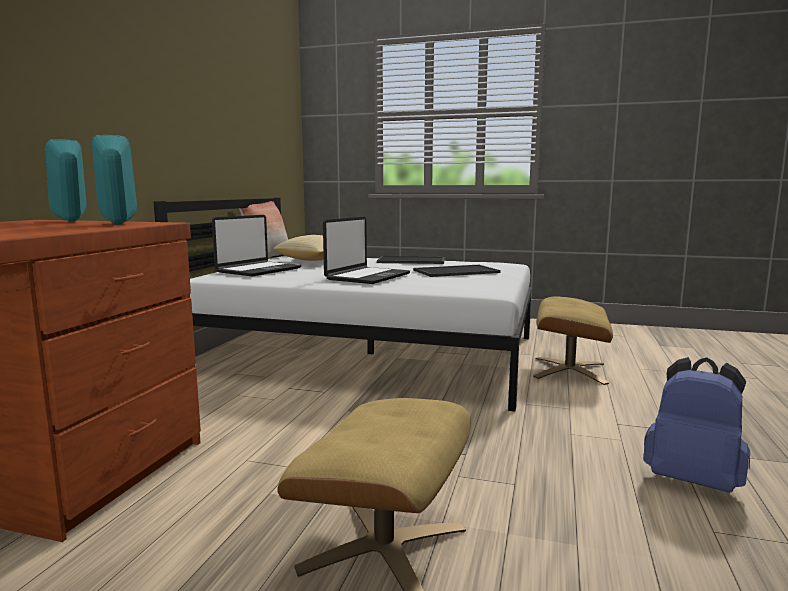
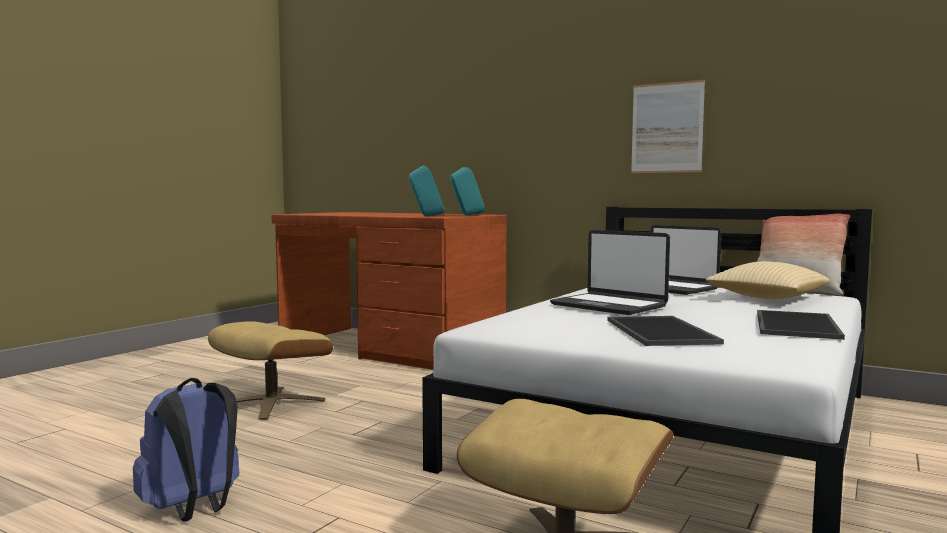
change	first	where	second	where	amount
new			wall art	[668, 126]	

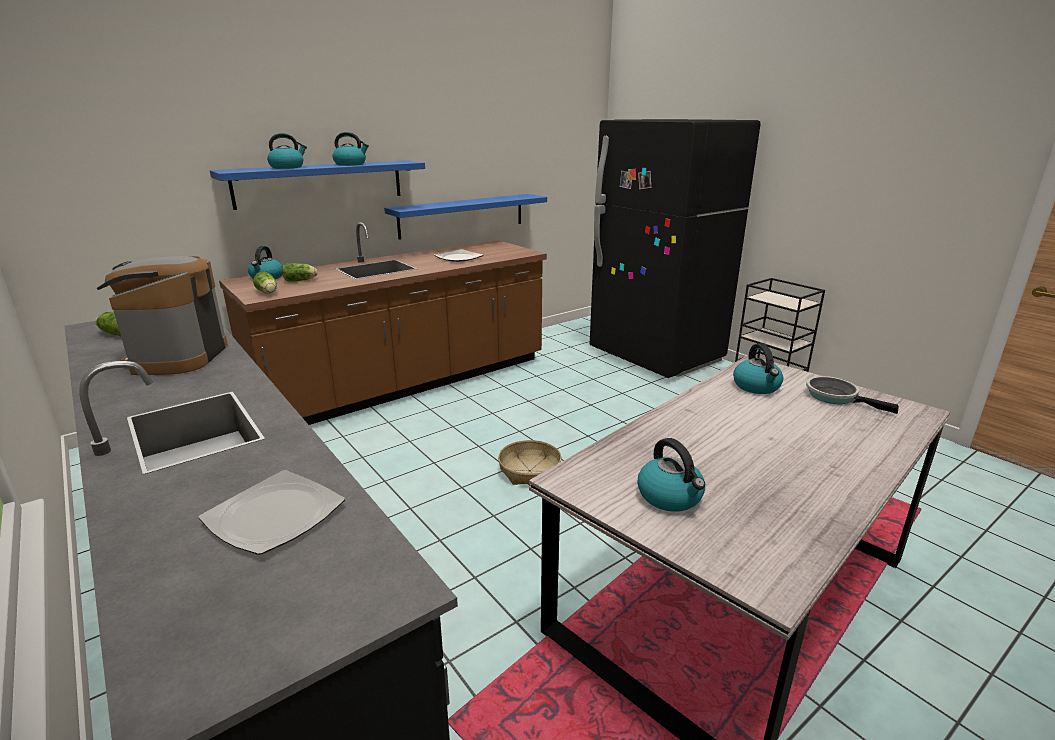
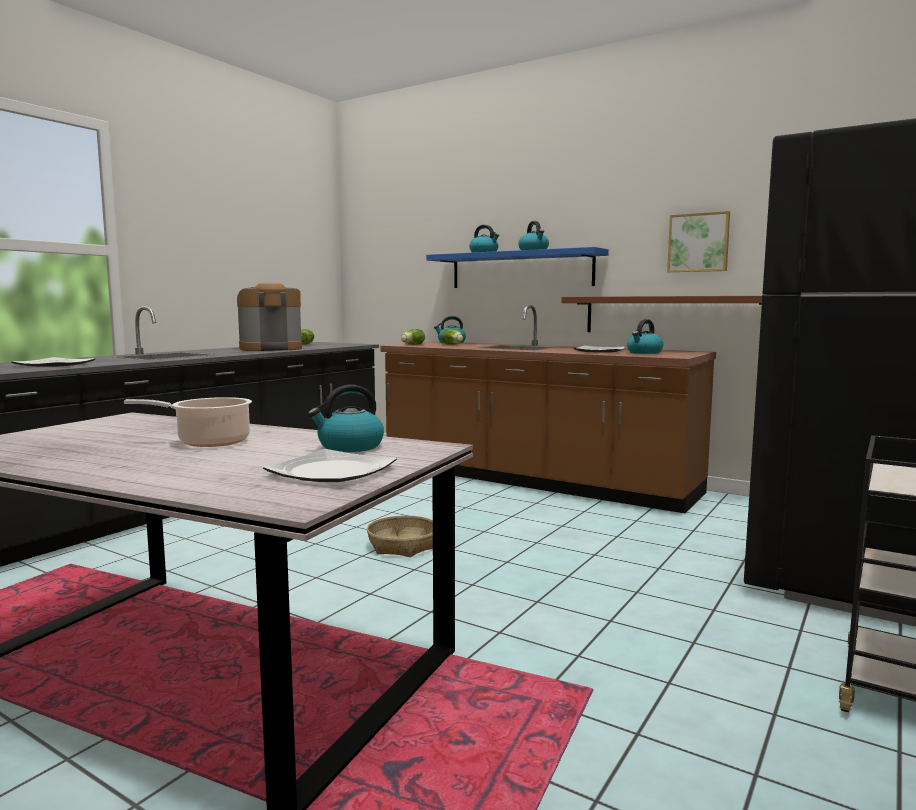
change	first	where	second	where	amount
new			stockpot	[188, 422]	
new			wall art	[698, 241]	
shifted	water kettle	[671, 475]		[645, 336]	
swapped	pan	[852, 395]	plate	[330, 465]	
repainted	blue shelf	[465, 217]	brown shelf	[661, 314]	

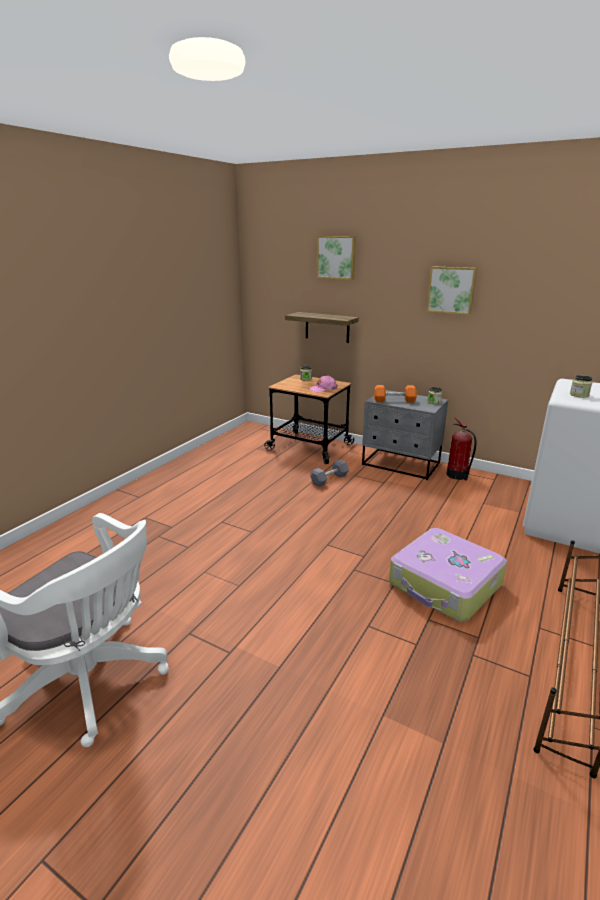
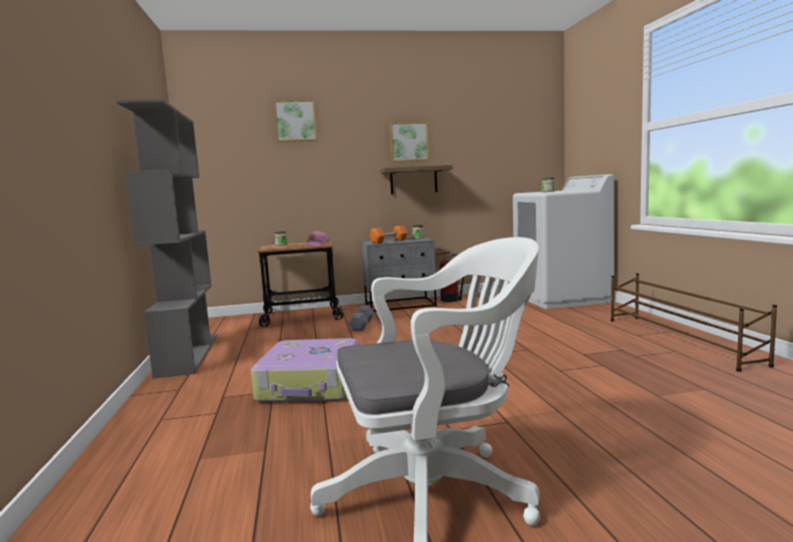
change	first	where	second	where	amount
new			greyish bookshelf	[166, 239]	
shifted	shelf	[322, 327]		[416, 180]	
shifted	travel case	[448, 575]		[305, 370]	

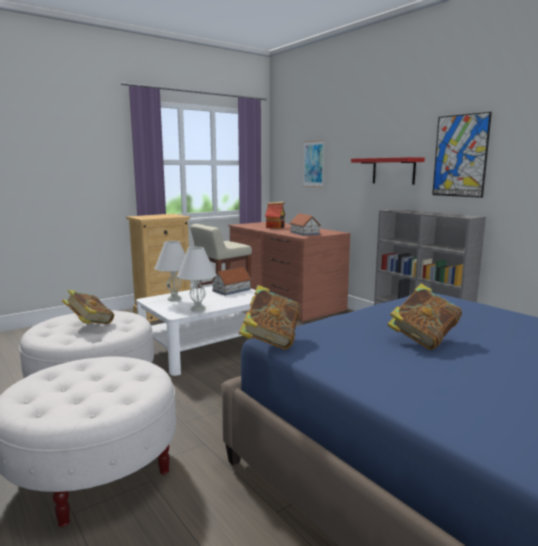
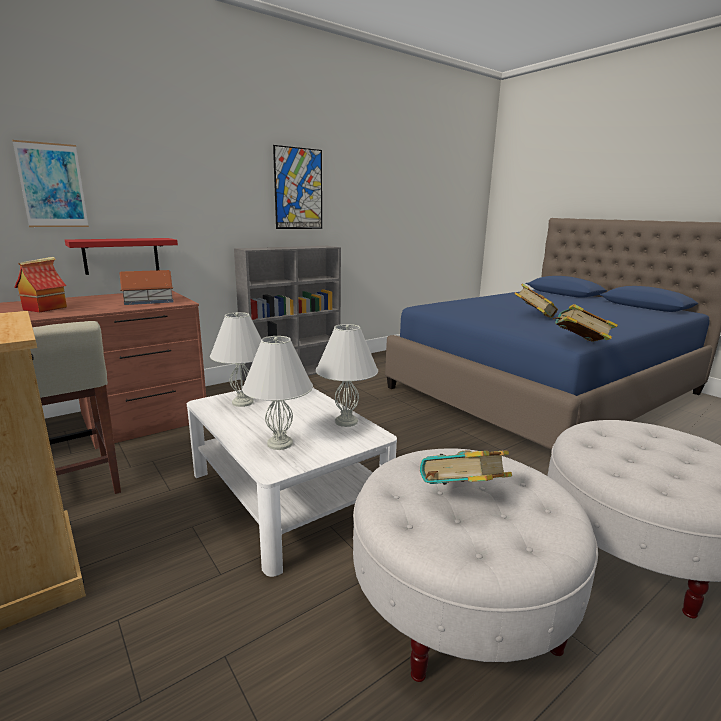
change	first	where	second	where	amount
shifted	reddish shelf	[388, 171]		[121, 256]	
swapped	model house	[231, 281]	white table lamp	[235, 359]	

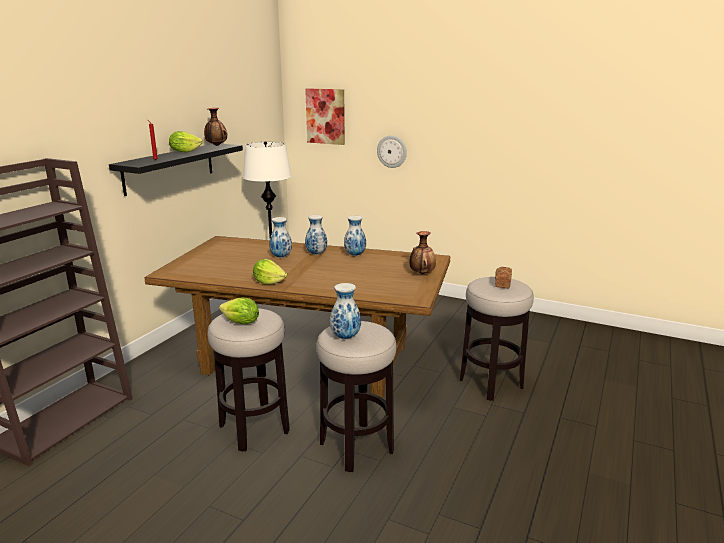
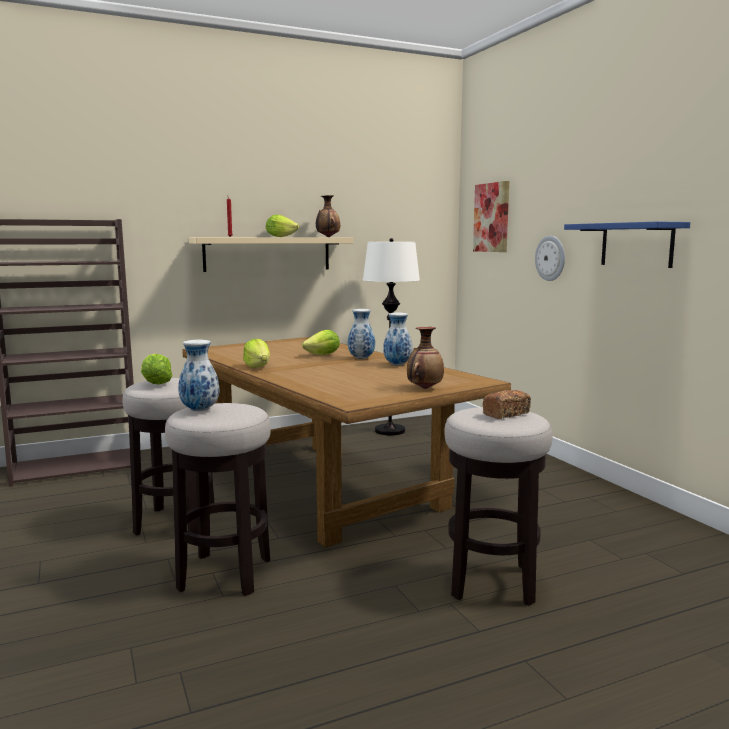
change	first	where	second	where	amount
new			blue shelf	[627, 245]	
swapped	vase	[280, 237]	lettuce	[321, 342]	
repainted	blackish shelf	[176, 170]	sand-coloured shelf	[271, 254]	

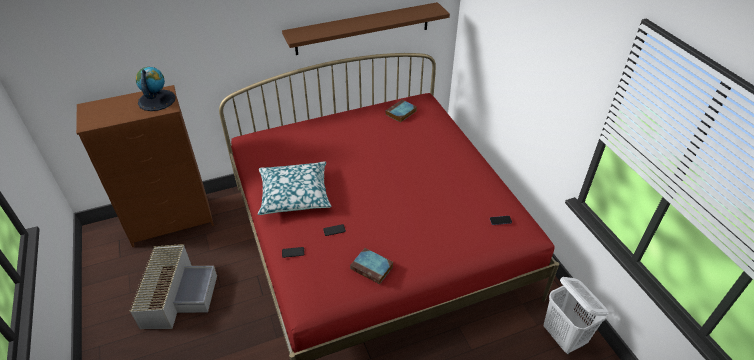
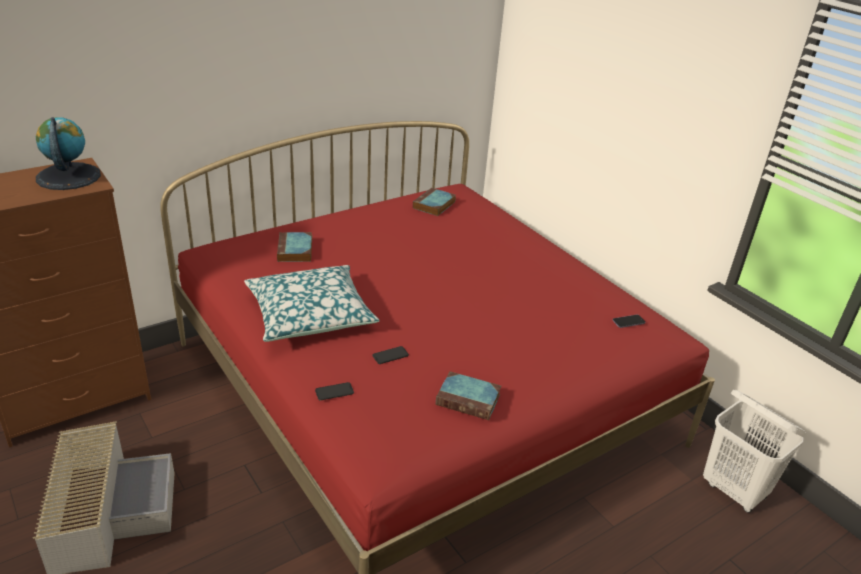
change	first	where	second	where	amount
gone	brown shelf	[366, 28]			
new			book	[294, 247]	

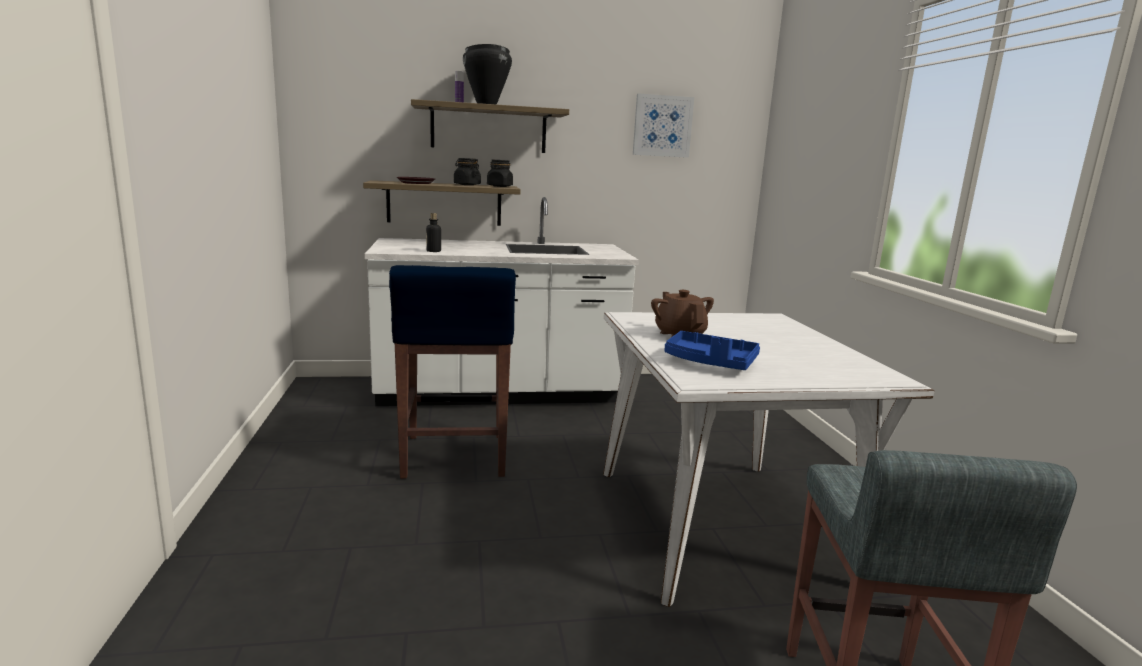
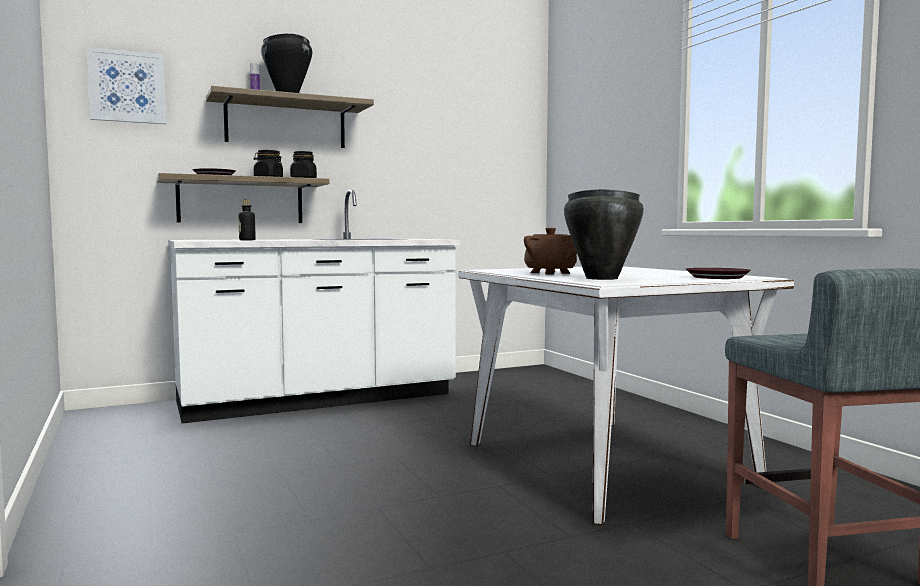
change	first	where	second	where	amount
gone	blue stool	[452, 372]			
new			brown plate	[718, 273]	
shifted	wall art	[663, 126]		[126, 85]	
swapped	blue serving tray	[712, 350]	blackish stockpot	[604, 234]	

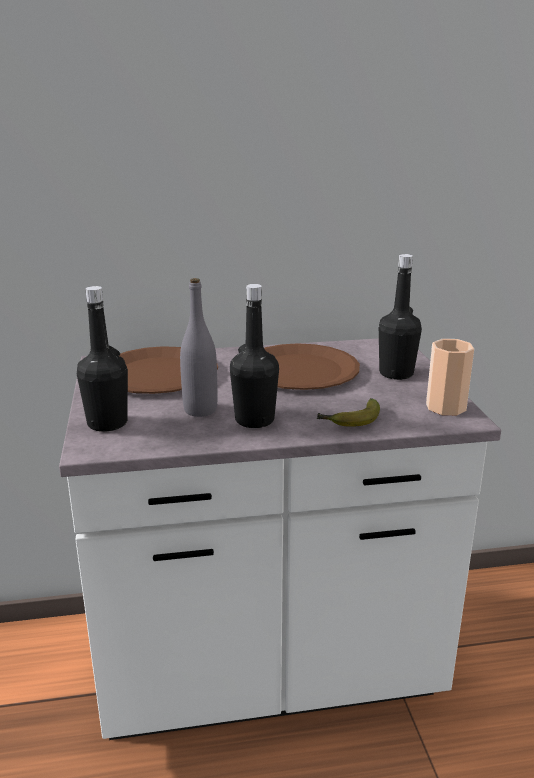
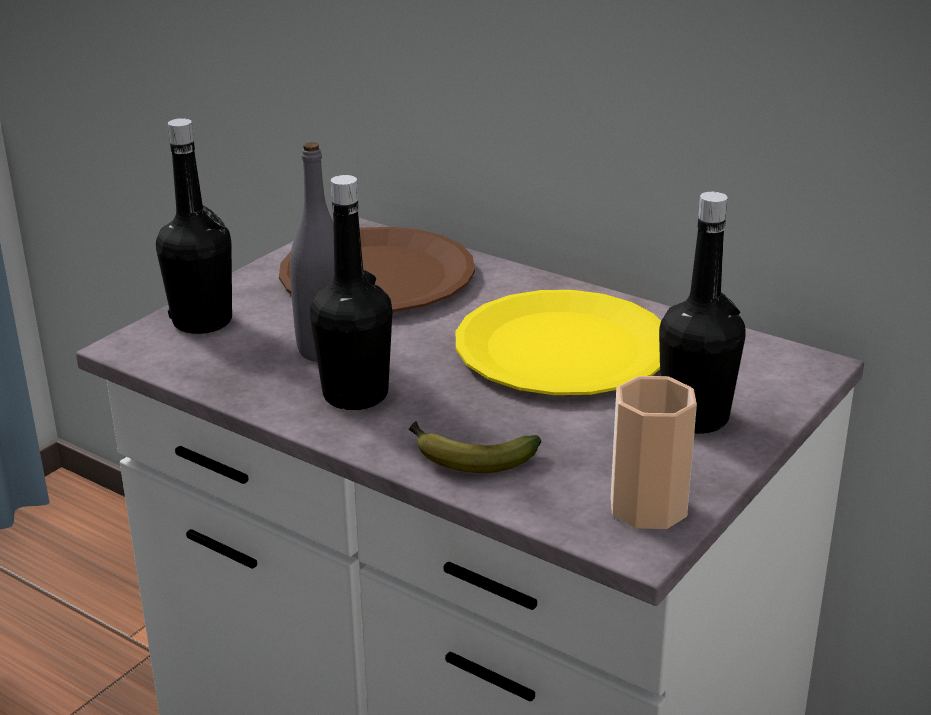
change	first	where	second	where	amount
repainted	brown plate	[312, 366]	yellow plate	[558, 342]	

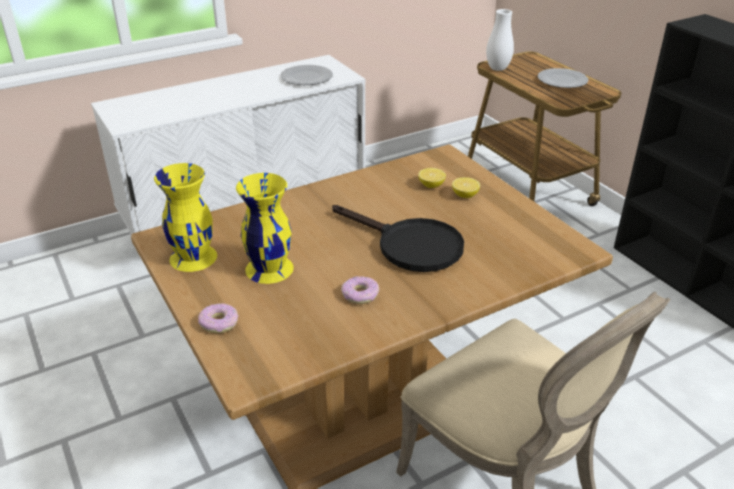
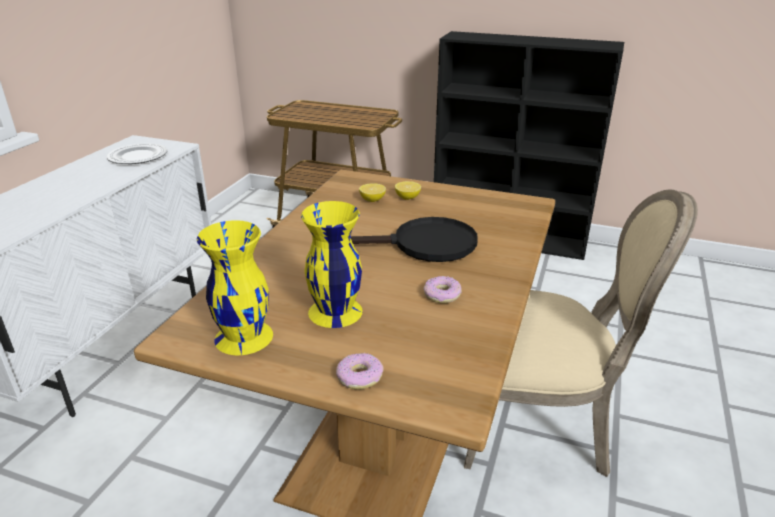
change	first	where	second	where	amount
gone	white vase	[500, 40]			
gone	plate	[563, 78]			

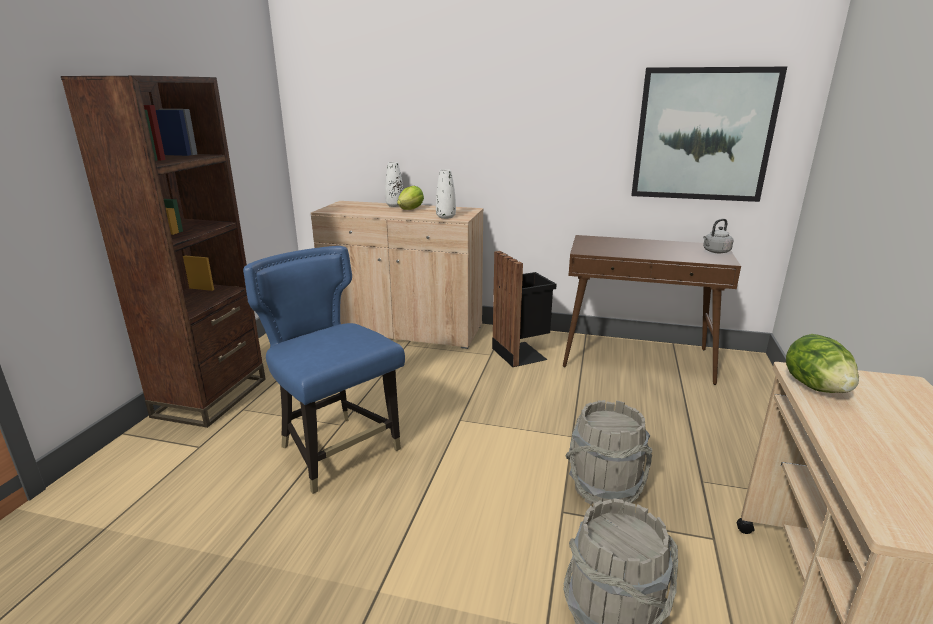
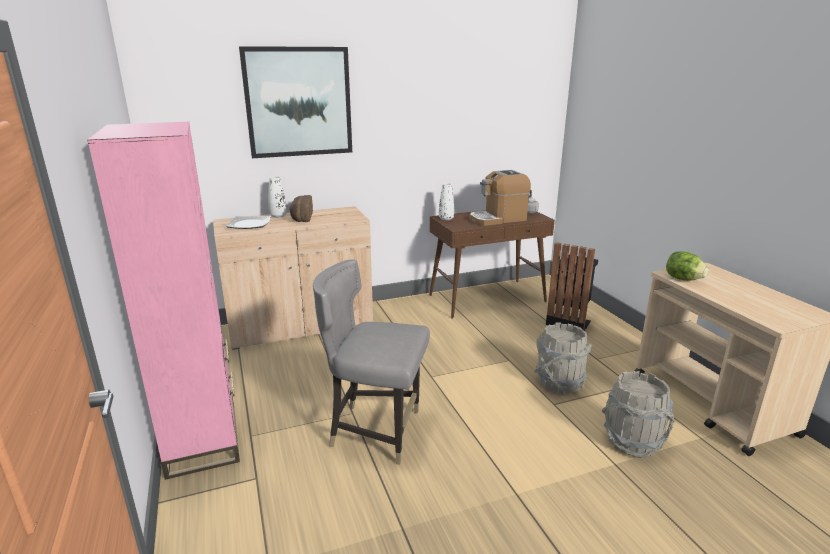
change	first	where	second	where	amount
new			plate	[248, 222]	
new			coffee maker	[500, 198]	
shifted	white vase	[446, 194]		[446, 201]	
shifted	blackish waste bin	[524, 309]		[572, 286]	
shifted	wall art	[709, 134]		[295, 102]	
swapped	lettuce	[410, 198]	bread	[301, 208]	
repainted	brown bookshelf	[163, 251]	pink-coloured bookshelf	[163, 301]	
repainted	blue plain chair	[324, 370]	greyish plain chair	[371, 362]	

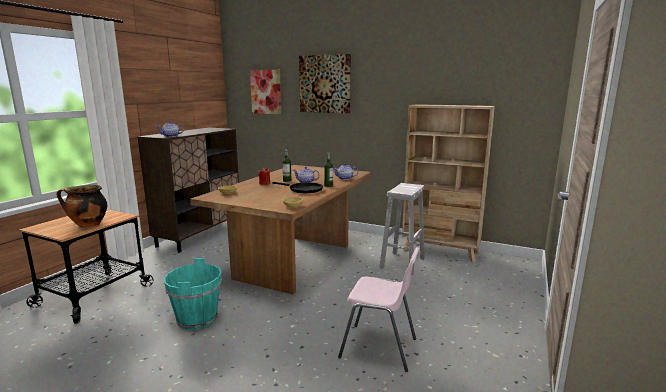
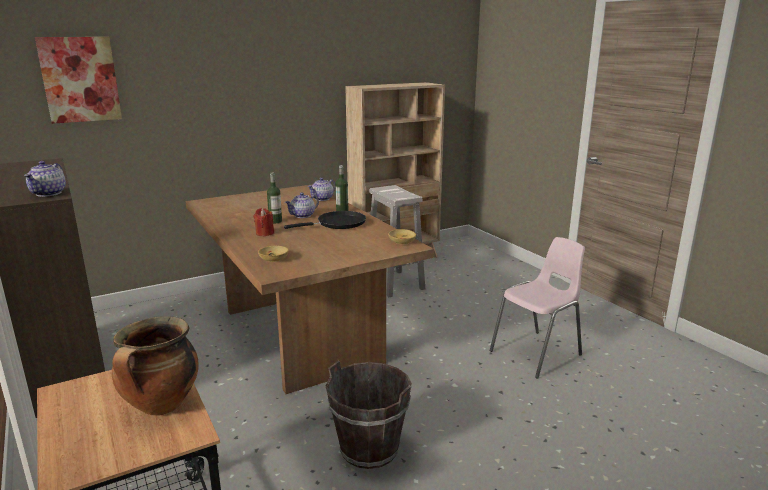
change	first	where	second	where	amount
gone	wall art	[325, 83]			
repainted	blue-green water bucket	[193, 294]	brown water bucket	[369, 415]	

